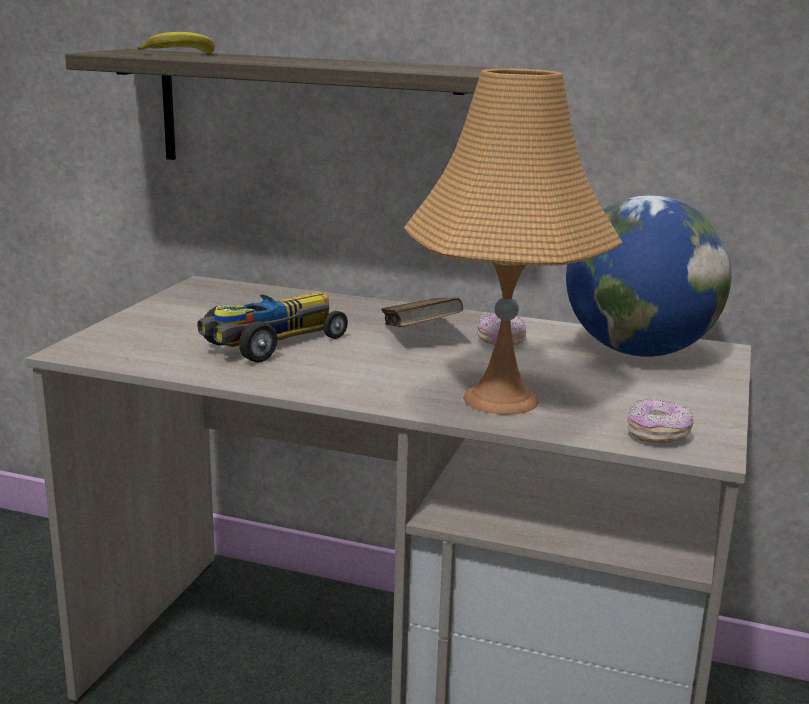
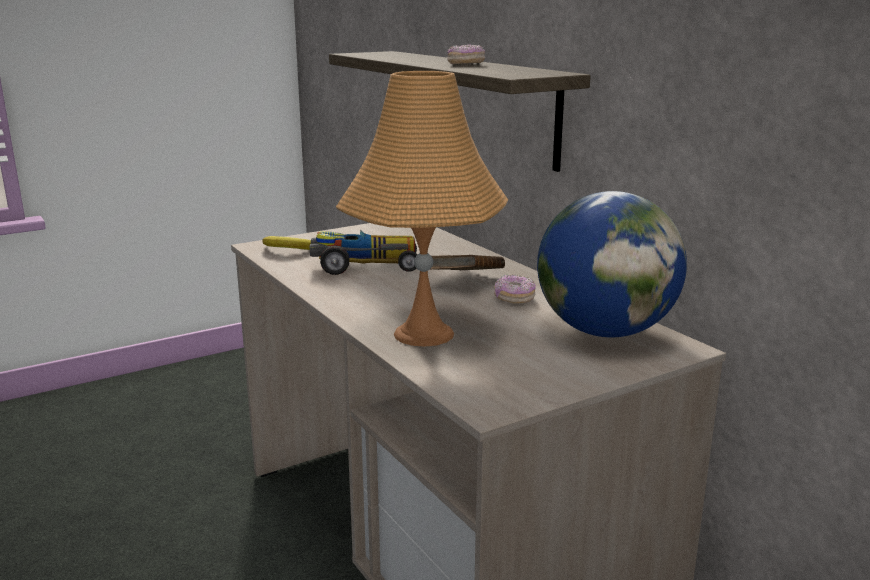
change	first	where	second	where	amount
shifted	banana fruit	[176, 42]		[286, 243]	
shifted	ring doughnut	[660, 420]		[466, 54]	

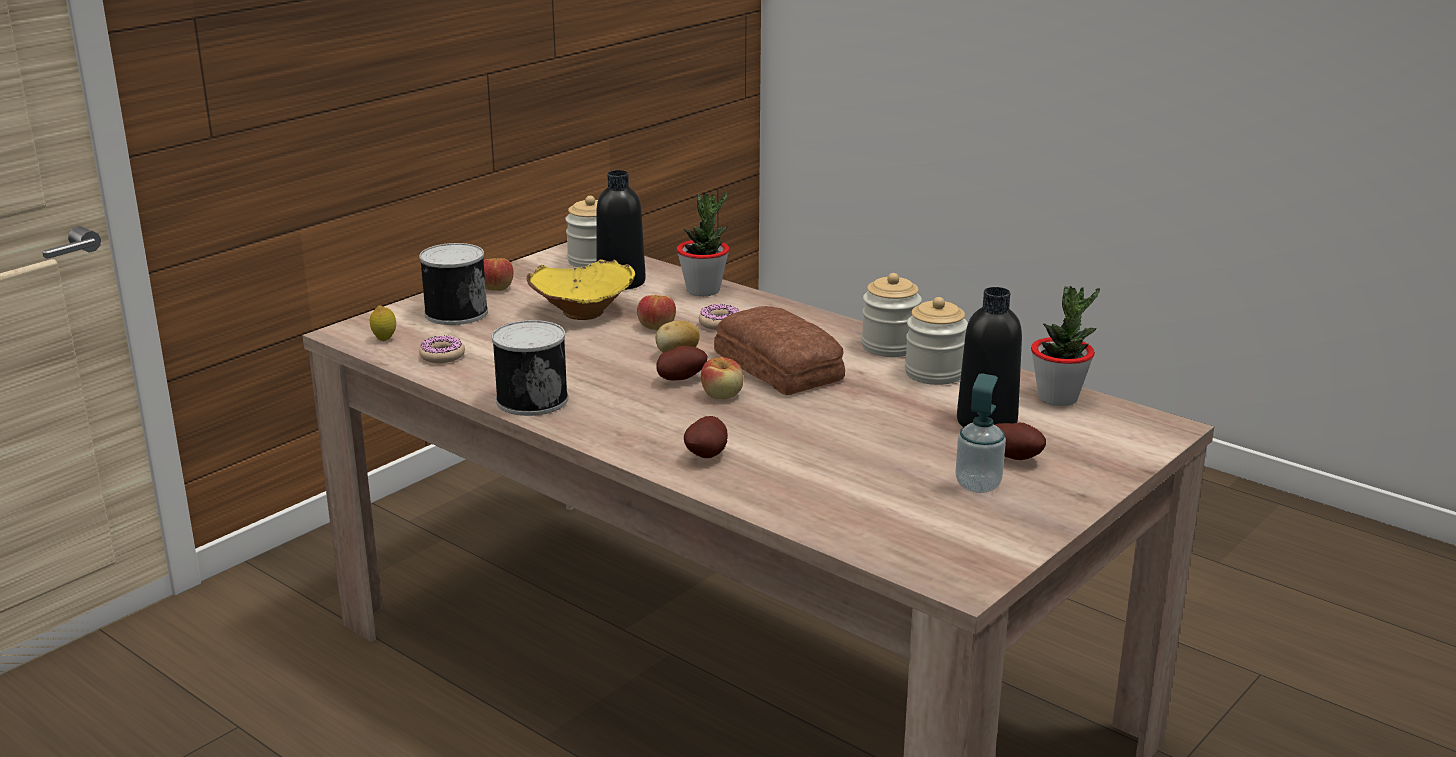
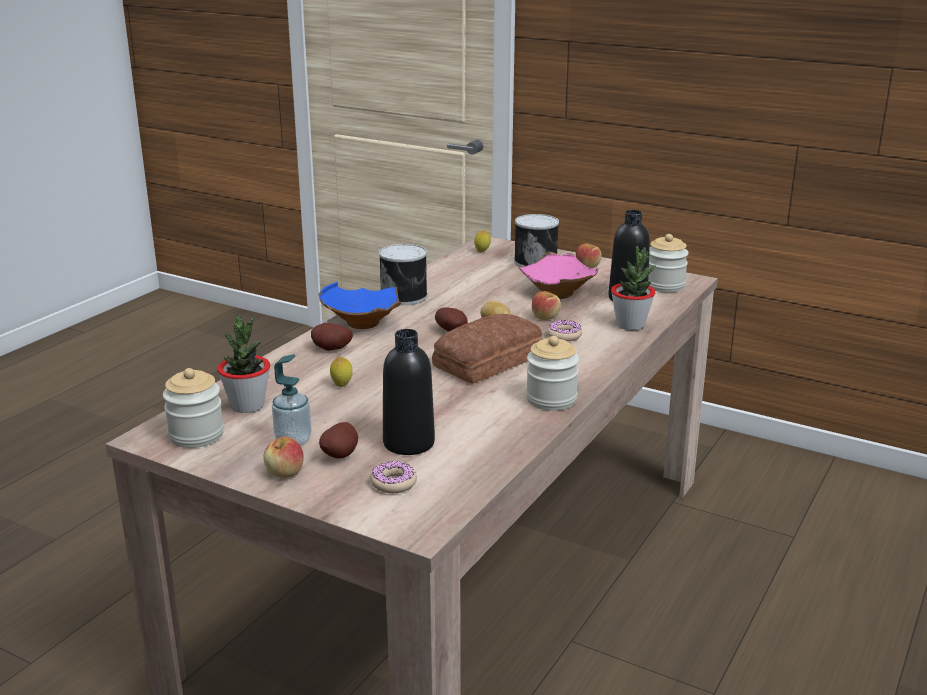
change	first	where	second	where	amount
new			blue serving bowl	[360, 305]	
new			lemon	[341, 371]	
shifted	ring doughnut	[442, 349]		[394, 477]	
shifted	apple fruit	[722, 378]		[283, 457]	
shifted	jar	[936, 341]		[193, 408]	
shifted	potted plant	[1065, 346]		[243, 364]	
repainted	yellow serving bowl	[580, 290]	pink-coloured serving bowl	[558, 275]	

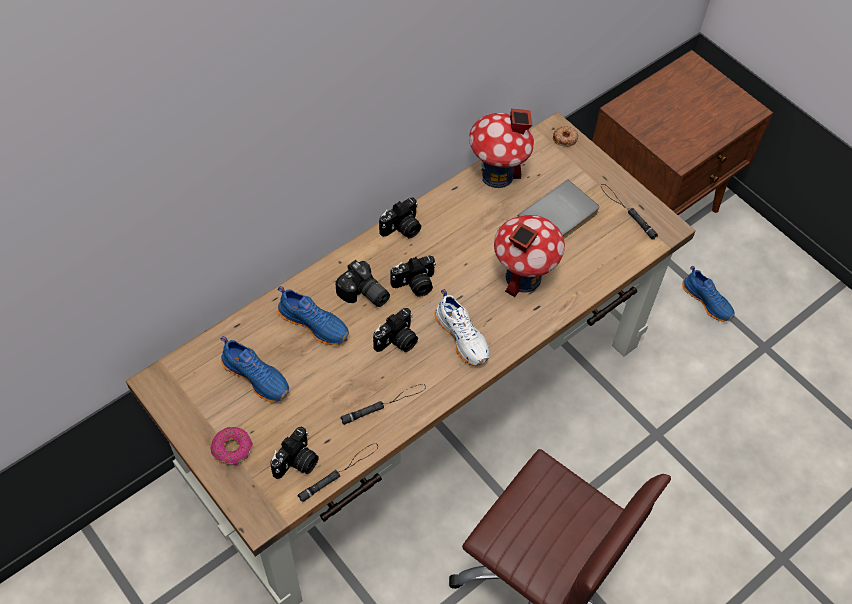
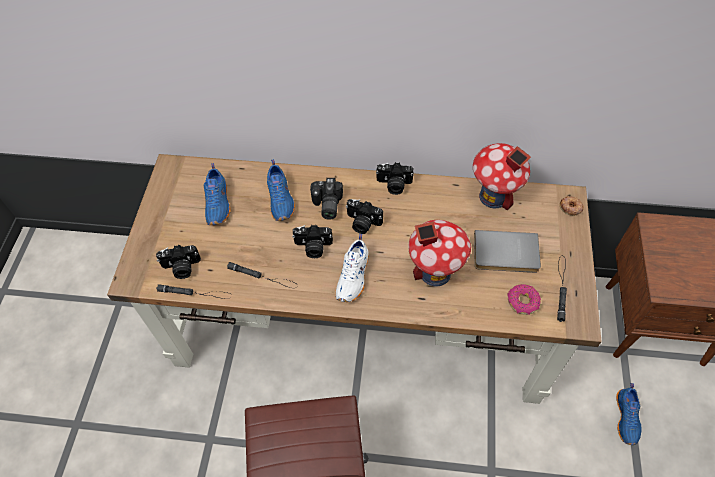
change	first	where	second	where	amount
shifted	ring doughnut	[232, 446]		[524, 299]	

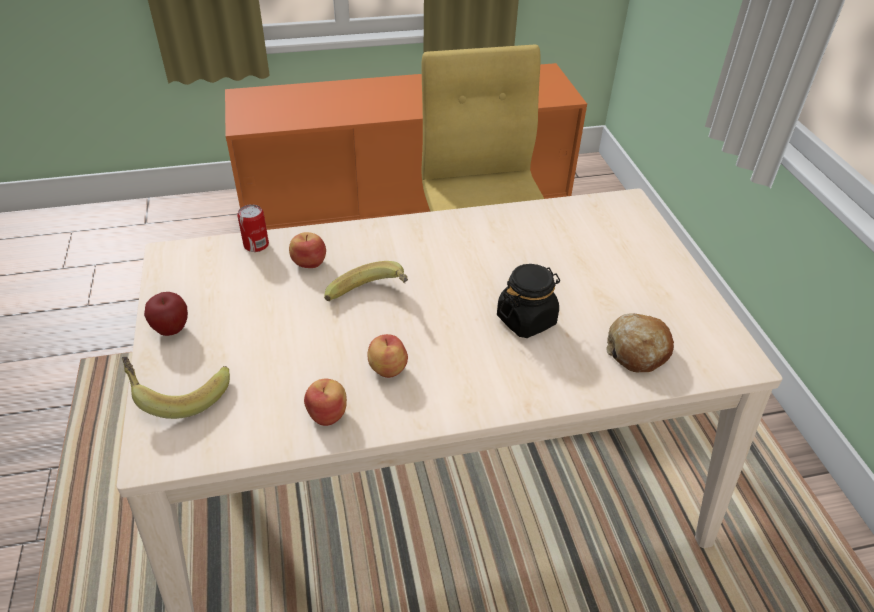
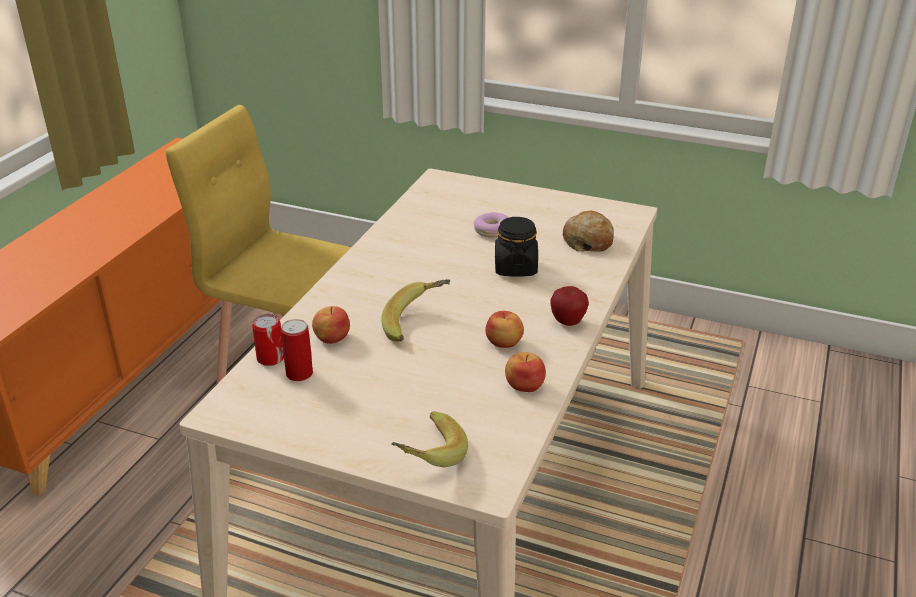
change	first	where	second	where	amount
new			can	[297, 350]	
new			ring doughnut	[491, 224]	
shifted	apple fruit	[166, 314]		[570, 306]	

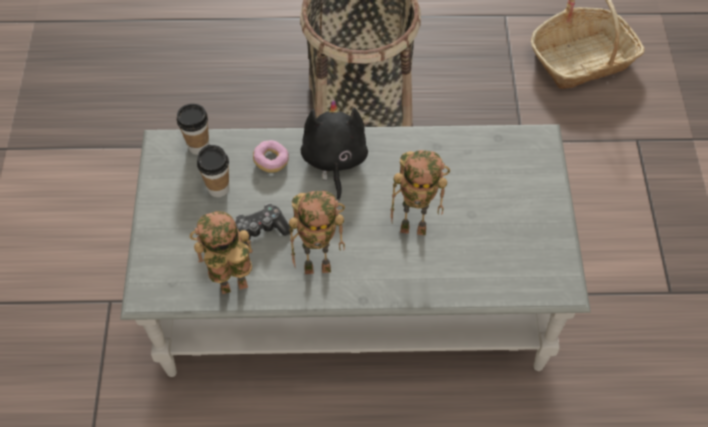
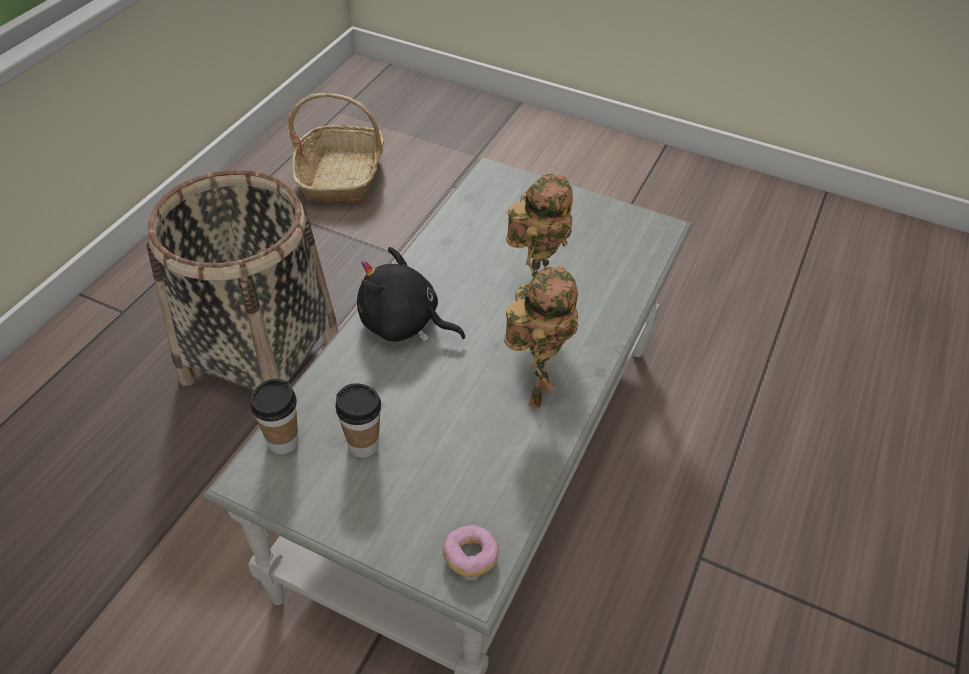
change	first	where	second	where	amount
gone	toy robot	[221, 252]			
gone	gamepad	[263, 224]			
shifted	ring doughnut	[271, 156]		[470, 551]	

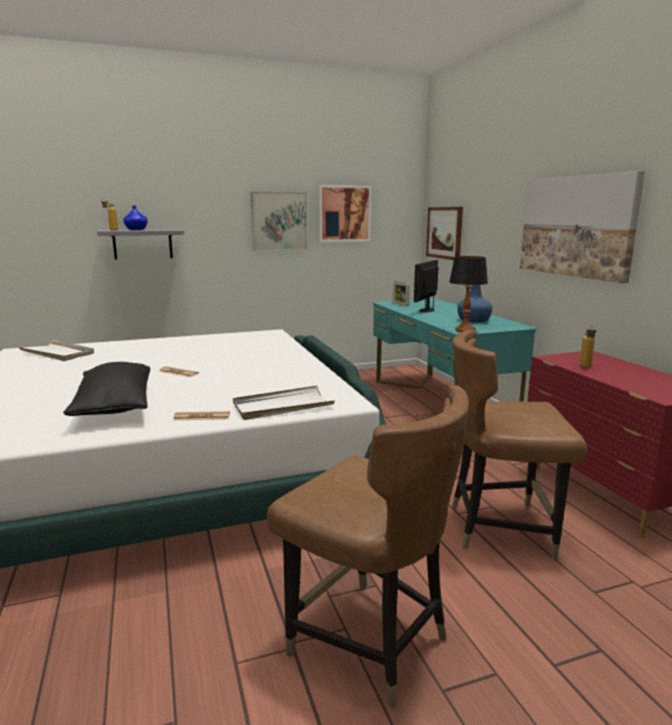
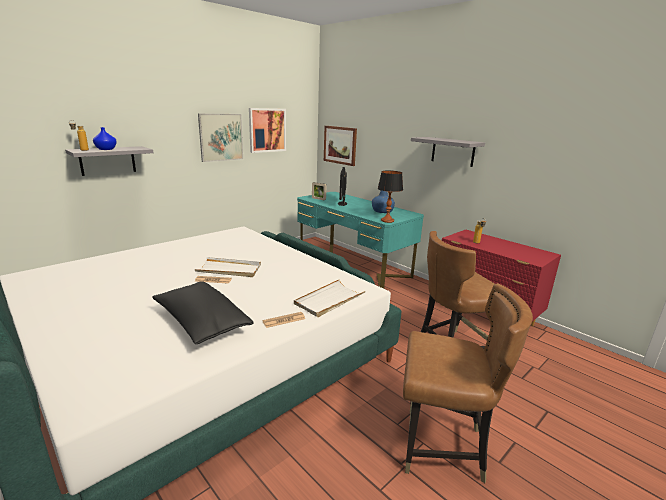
change	first	where	second	where	amount
shifted	white serving tray	[56, 350]		[227, 267]	
swapped	wall art	[582, 227]	greyish shelf	[448, 152]	

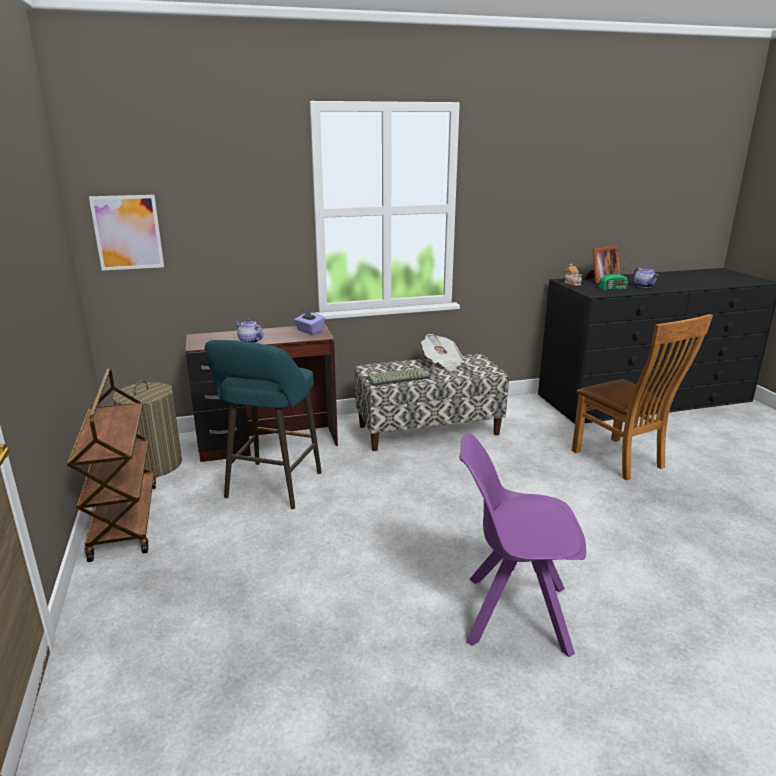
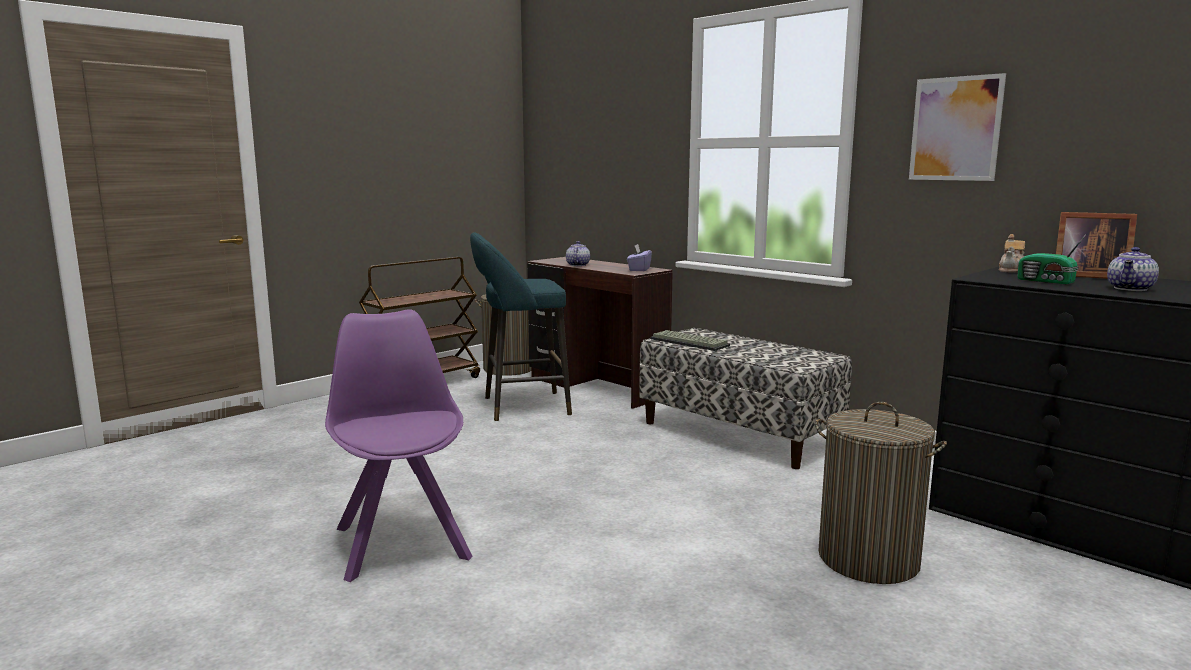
change	first	where	second	where	amount
gone	daily paper	[443, 352]			
shifted	wall art	[126, 233]		[957, 127]	
swapped	brown plain chair	[642, 397]	washing basket	[881, 493]	

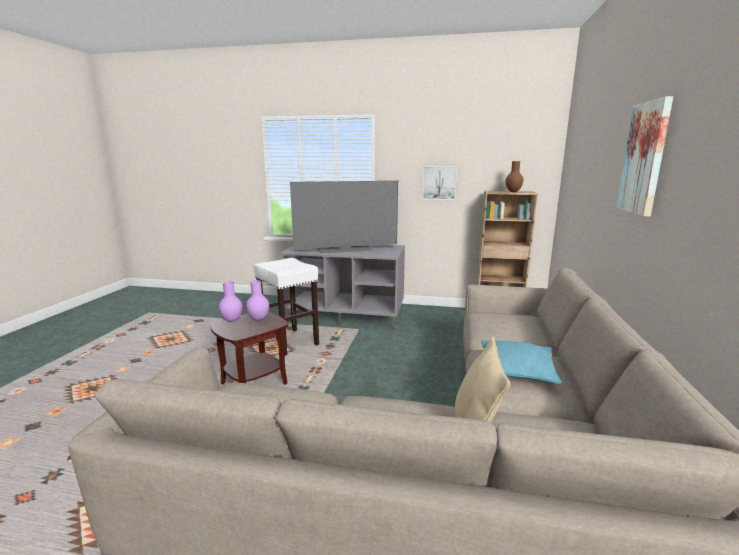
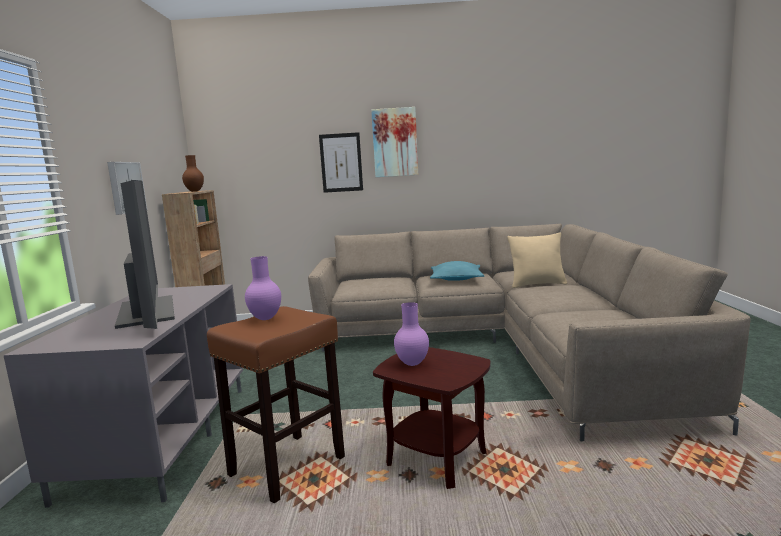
change	first	where	second	where	amount
new			wall art	[341, 162]	
shifted	purple-coloured vase	[231, 301]		[263, 288]	
repainted	white stool	[286, 307]	brown stool	[276, 404]	

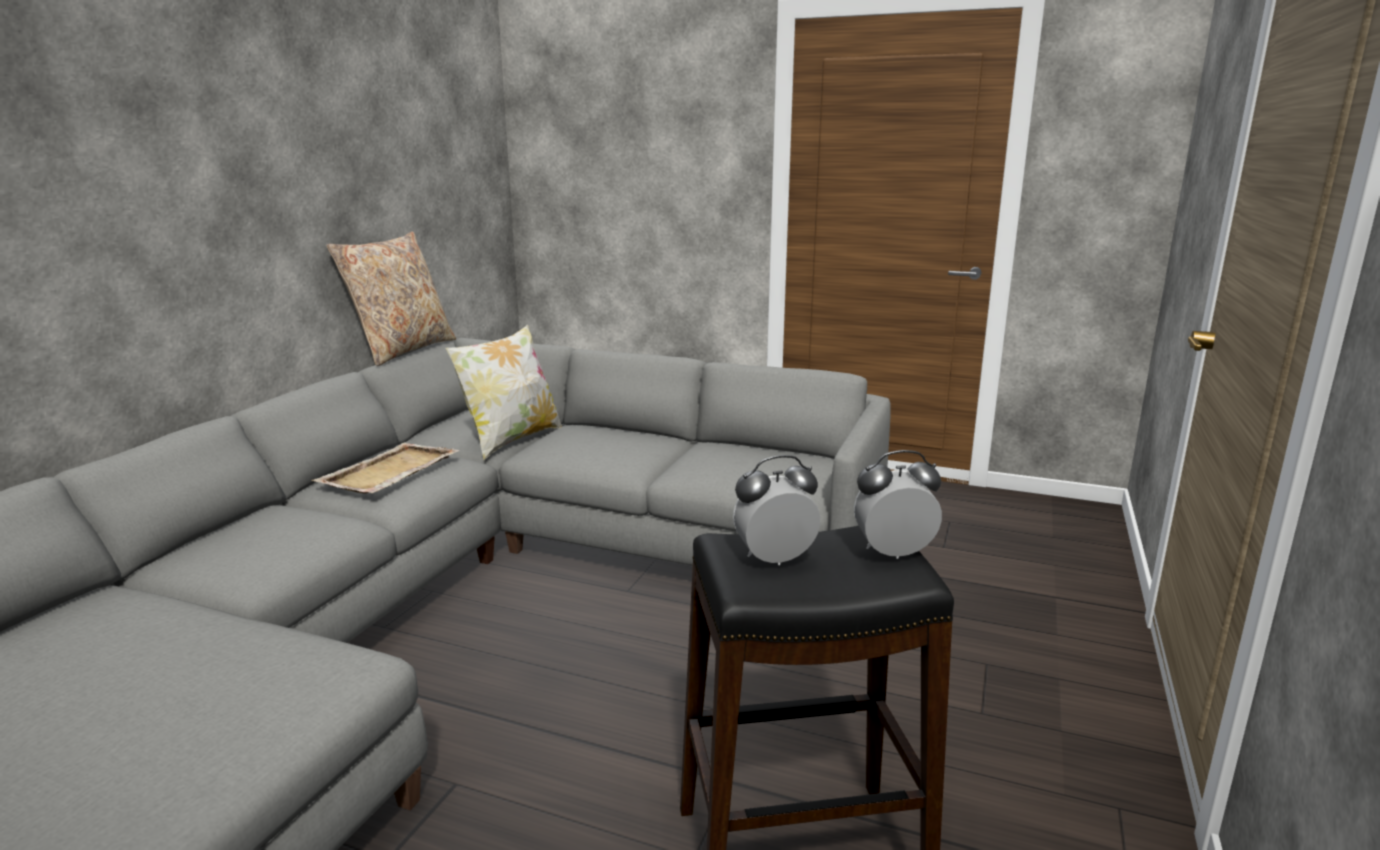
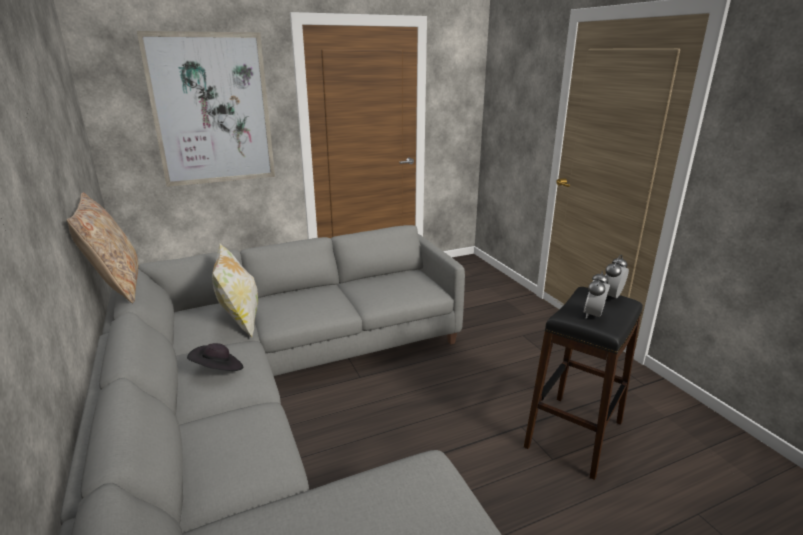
change	first	where	second	where	amount
new			wall art	[206, 109]	
swapped	sand-coloured serving tray	[386, 468]	blackish clothing hat	[215, 357]	

